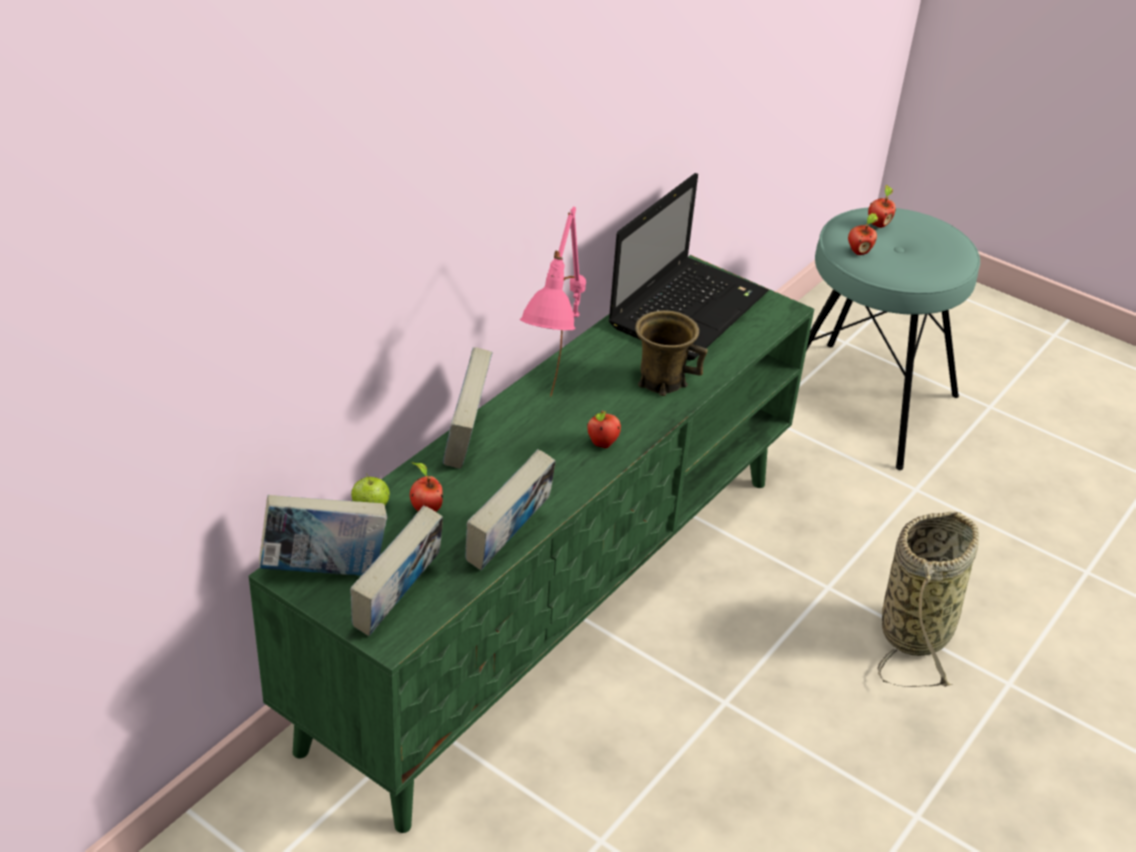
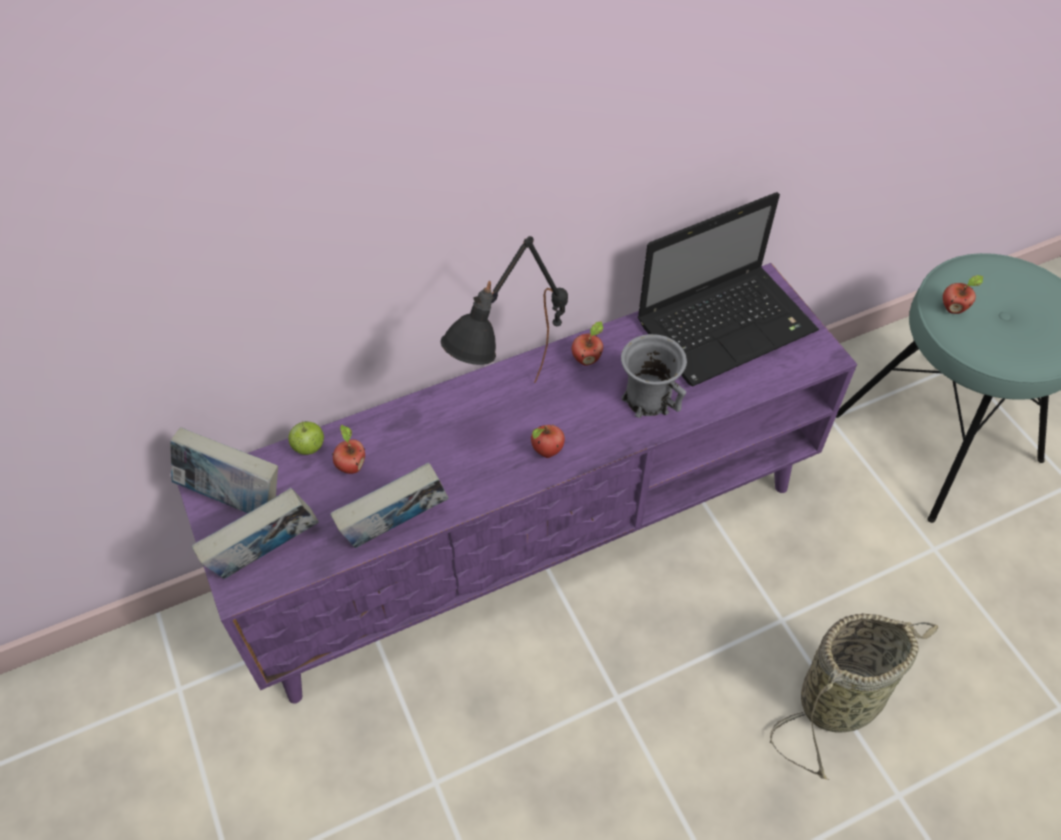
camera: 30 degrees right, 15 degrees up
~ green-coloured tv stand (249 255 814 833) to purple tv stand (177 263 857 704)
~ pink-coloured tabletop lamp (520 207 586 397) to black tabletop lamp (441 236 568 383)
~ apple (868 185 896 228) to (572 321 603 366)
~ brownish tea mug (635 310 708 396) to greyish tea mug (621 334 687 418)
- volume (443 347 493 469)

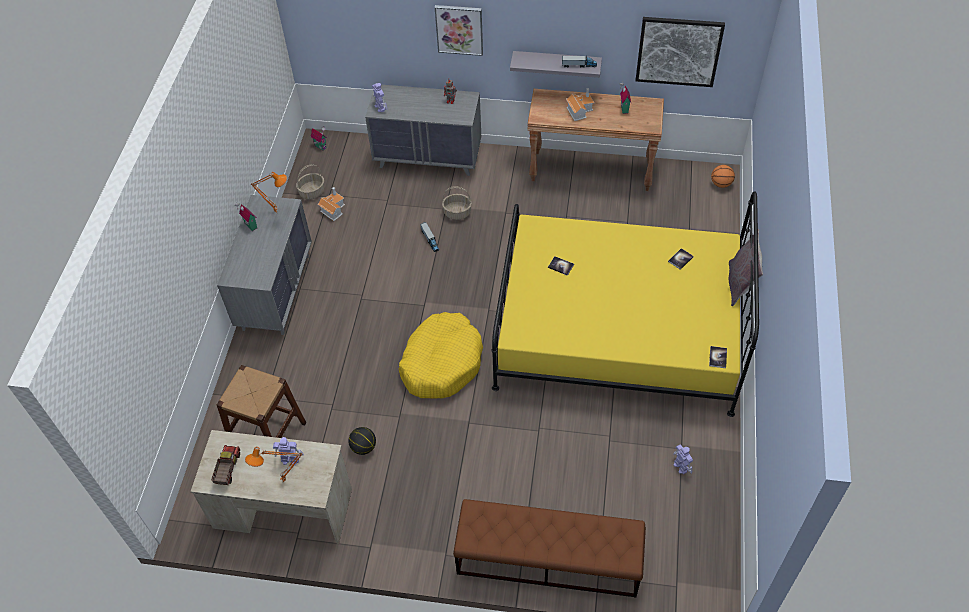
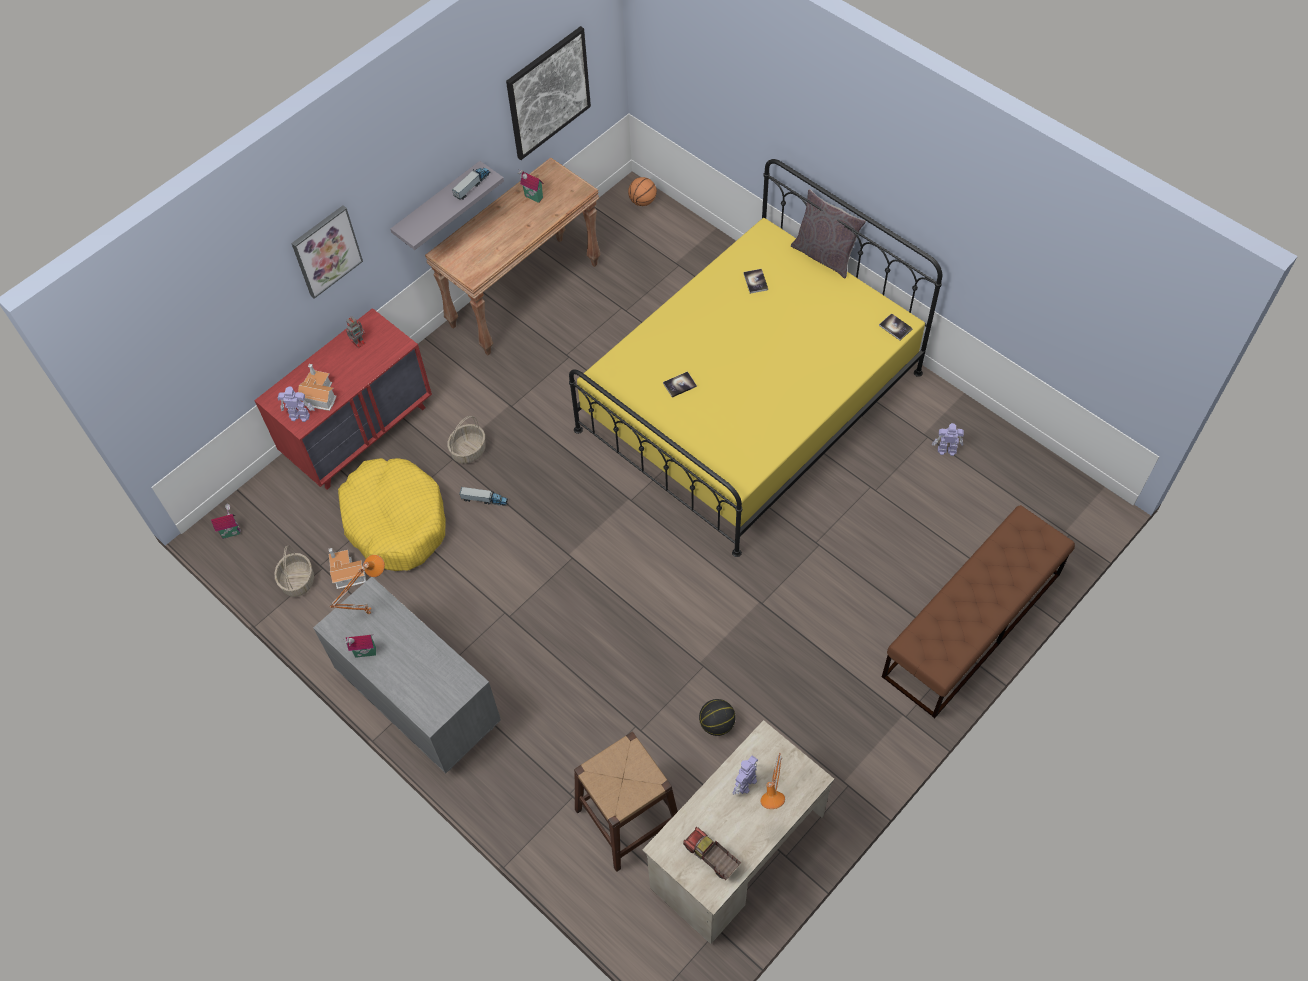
camera: 55 degrees left, 5 degrees up
~ greyish drawer chest (365 85 481 176) to red drawer chest (254 308 432 490)
~ miniature house (566 88 594 121) to (298 364 337 411)
~ yellow dog cushion (399 312 483 399) to (338 458 446 571)

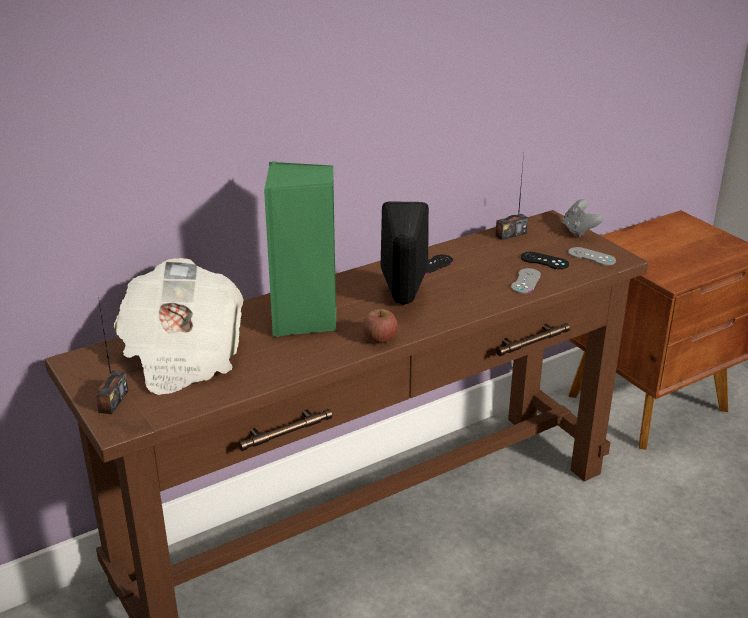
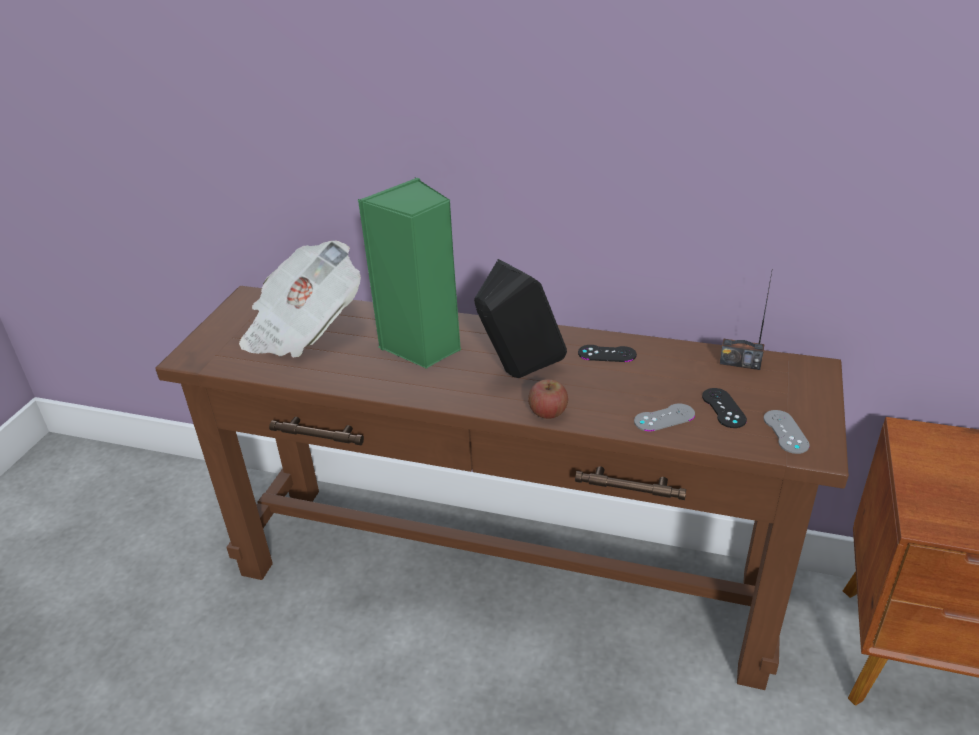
camera: 50 degrees right, 5 degrees up
~ apple (362 309 398 344) to (528 379 568 419)
- radio set (95 297 129 414)
- greyish game controller (562 199 603 238)

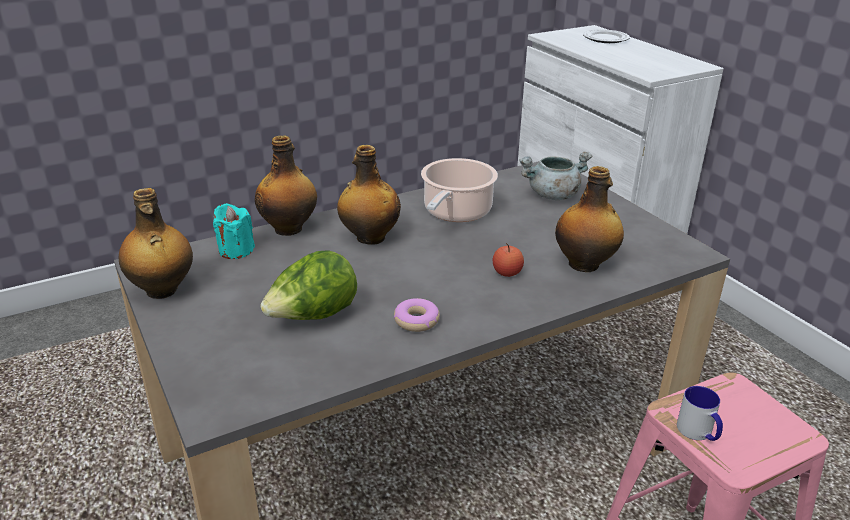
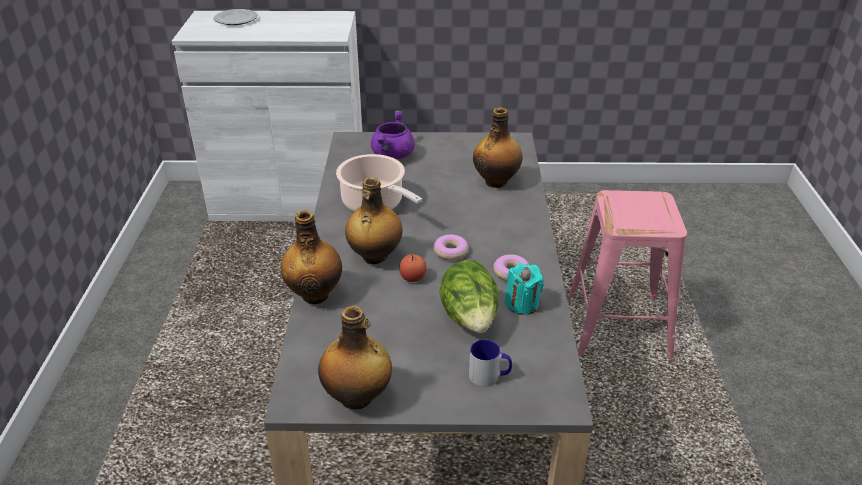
camera: 60 degrees left, 5 degrees up
~ greyish saucepot (519 152 593 200) to purple saucepot (371 110 414 159)
~ apple (493 243 524 277) to (399 254 427 282)
+ donut (433 235 469 260)
~ tea mug (677 386 723 441) to (469 339 512 387)
~ blue-green candle (213 203 255 259) to (505 263 544 315)

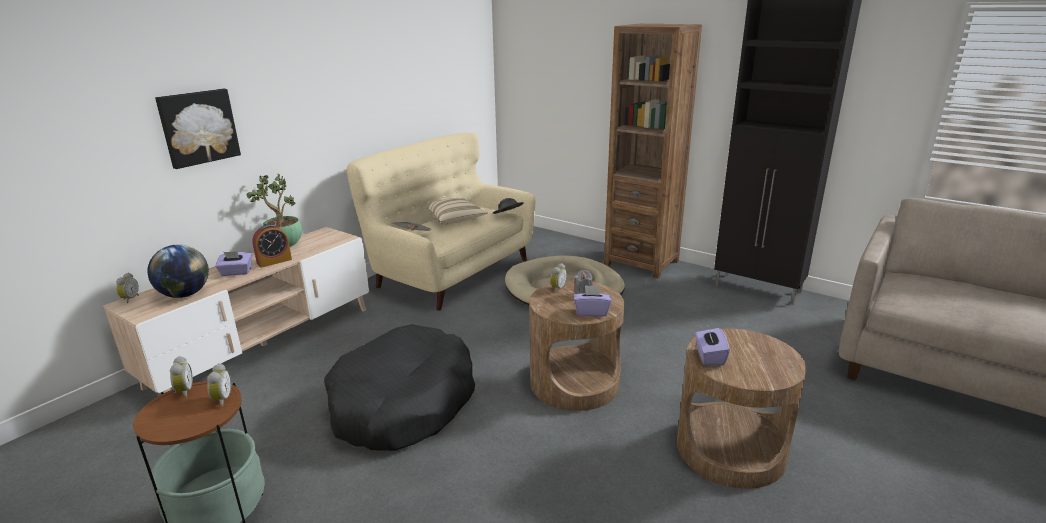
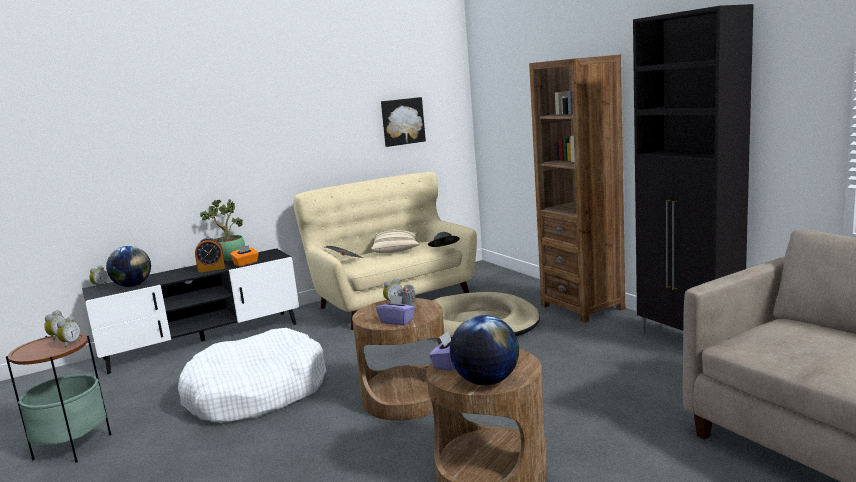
camera: 25 degrees right, 10 degrees down
~ beige tv stand (103 227 369 393) to black tv stand (82 248 299 374)
~ black dog cushion (324 324 475 451) to white dog cushion (178 328 326 423)
+ orange tissue holder (230 245 259 267)
~ wall picture (155 89 241 169) to (381 97 426 147)
+ desk globe (450 315 519 385)
- purple tissue holder (215 251 252 276)

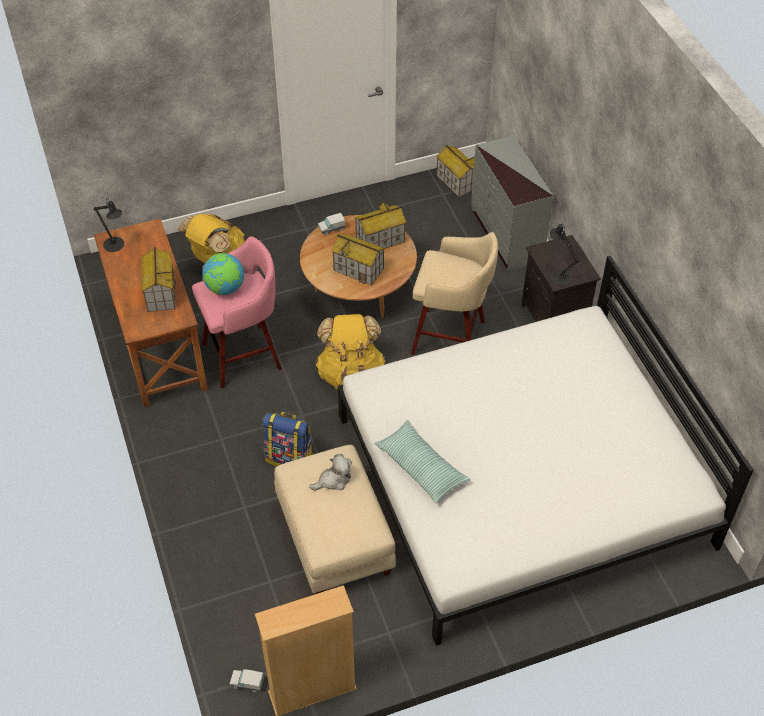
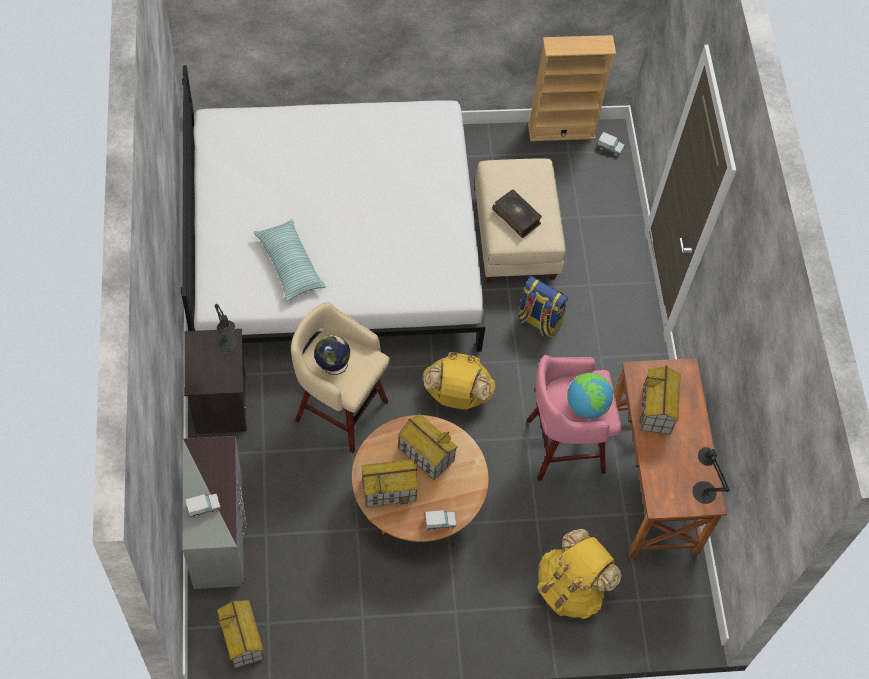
camera: 170 degrees left, 10 degrees up
+ model truck (185 493 221 518)
~ throw pillow (374 420 470 504) to (254 219 326 301)
+ desk globe (314 335 350 375)
~ soft toy (309 454 352 491) to volume (492 189 542 238)

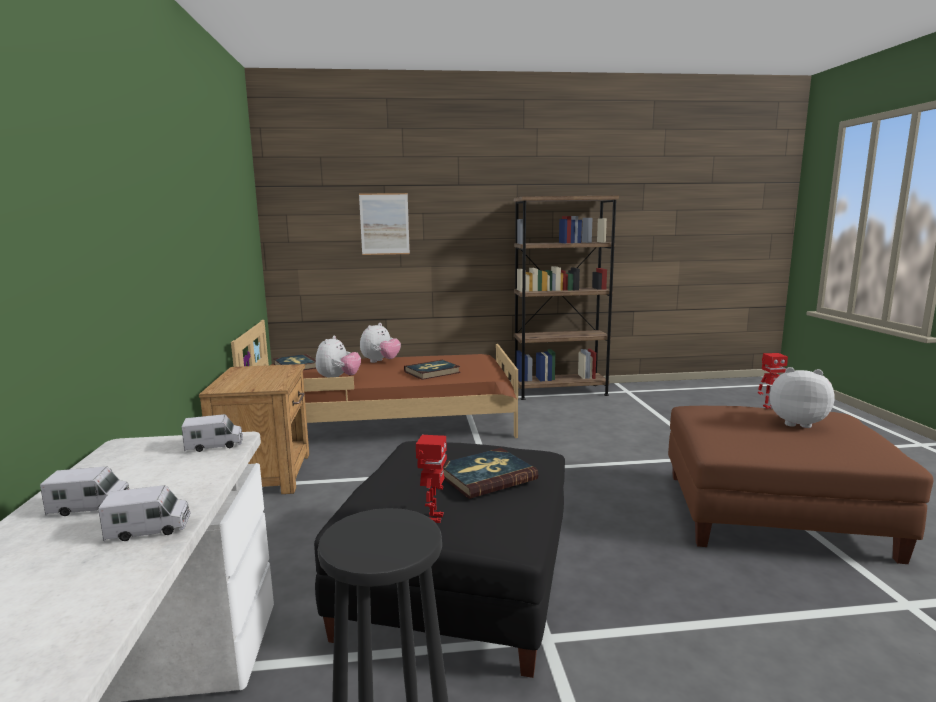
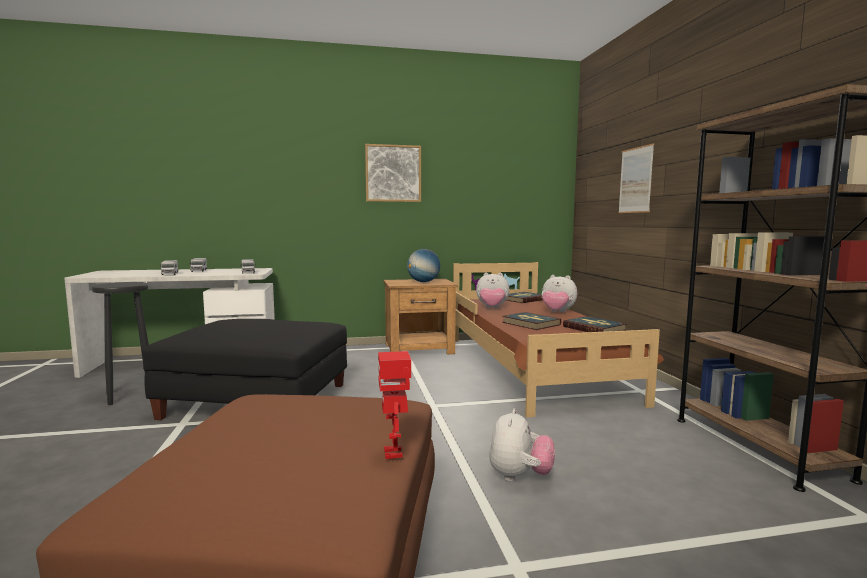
camera: 85 degrees right, 5 degrees down
+ wall picture (365 144 421 202)
+ desk globe (407 249 440 282)
~ soft toy (770 367 835 428) to (489 408 555 482)
~ volume (443 448 538 499) to (563 316 627 332)
- model robot (416 435 447 523)

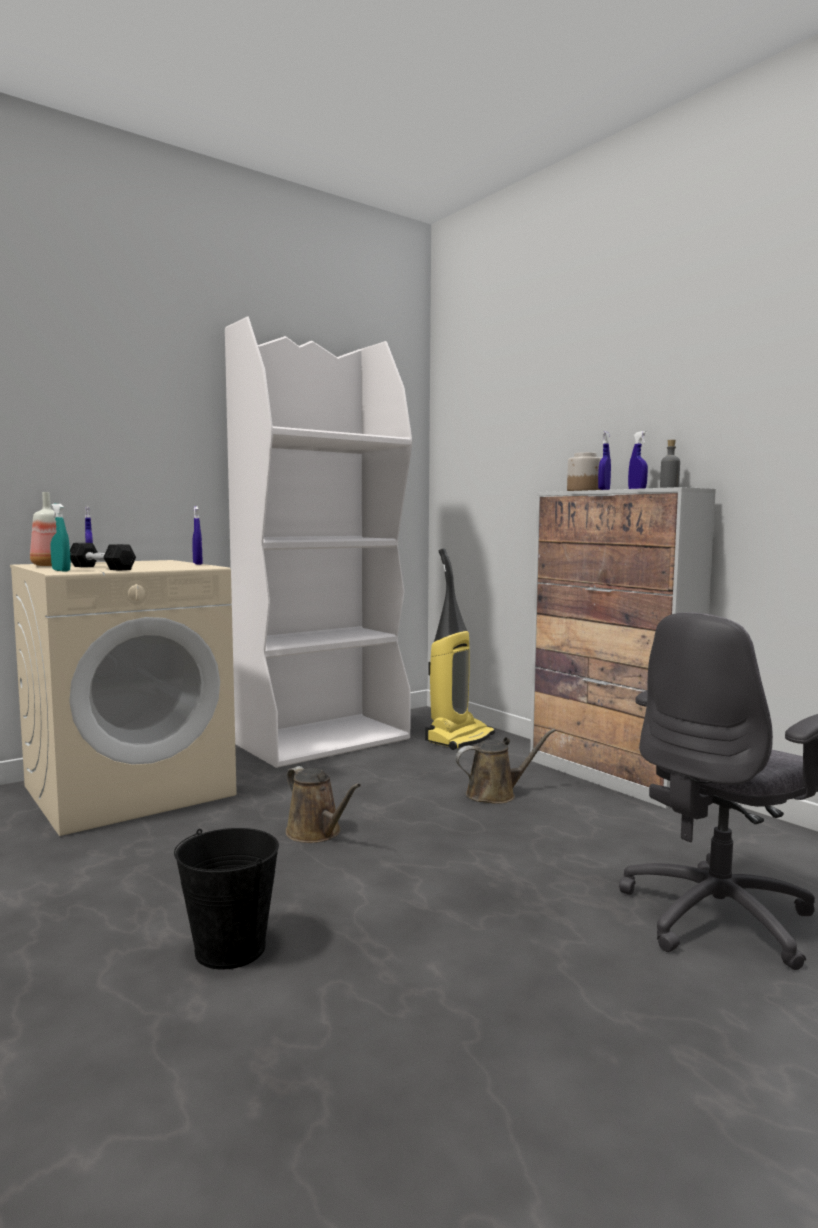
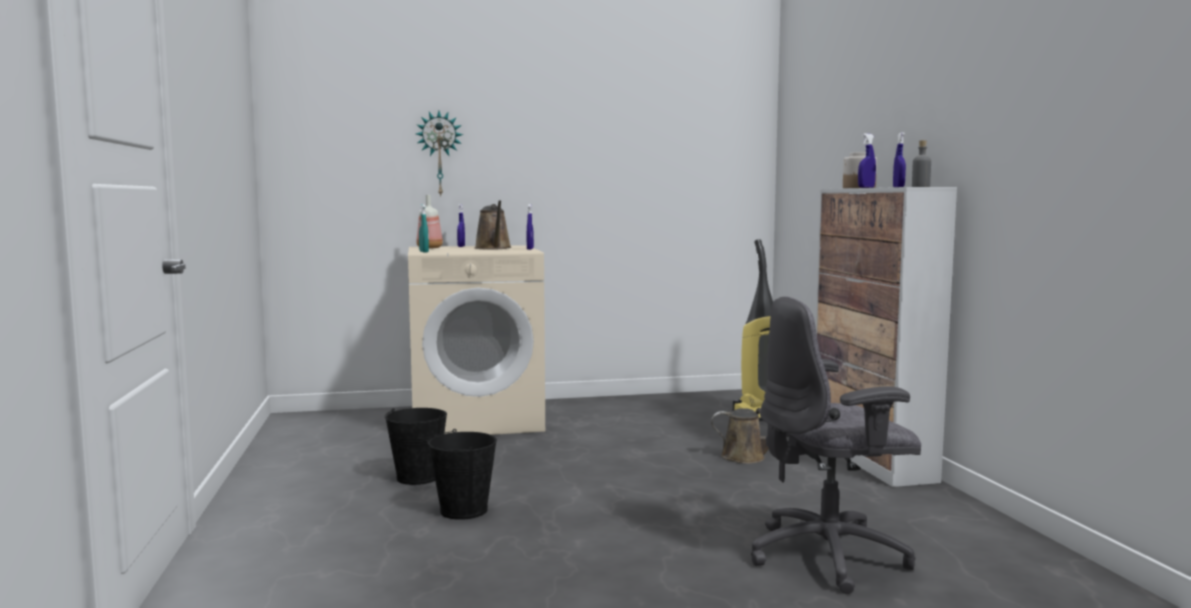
camera: 25 degrees right, 0 degrees up
+ black bucket (385 408 447 485)
+ clock on the wall (416 111 463 197)
~ brownish watering can (286 766 361 843) to (475 200 511 249)
- black hand weight (70 543 136 571)
- white bookshelf (225 316 412 768)

